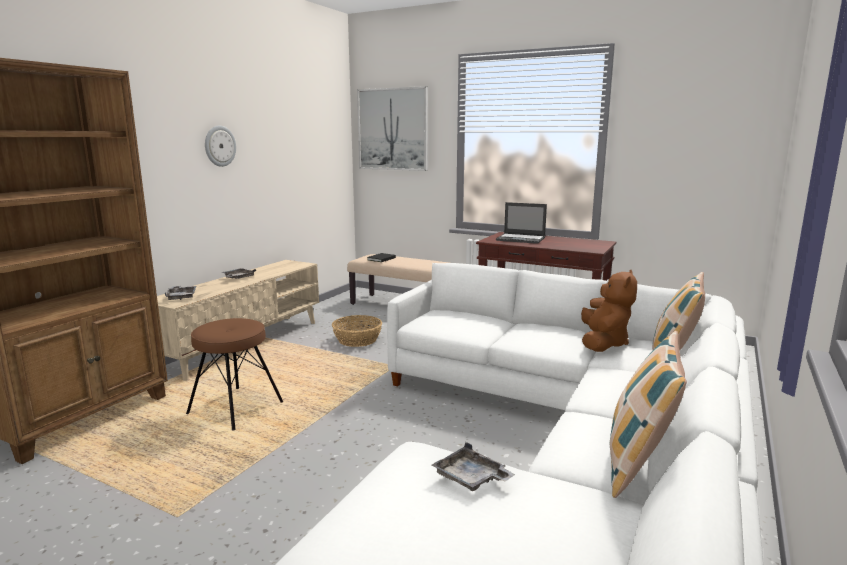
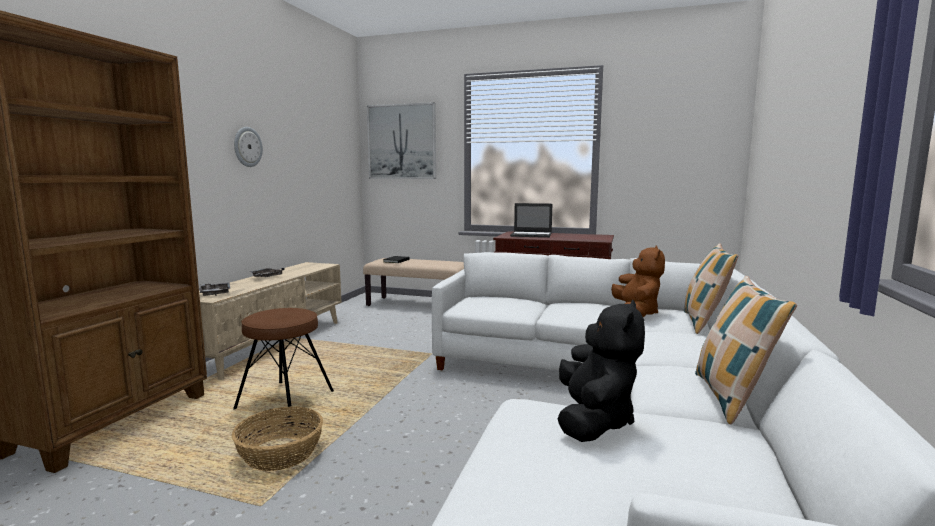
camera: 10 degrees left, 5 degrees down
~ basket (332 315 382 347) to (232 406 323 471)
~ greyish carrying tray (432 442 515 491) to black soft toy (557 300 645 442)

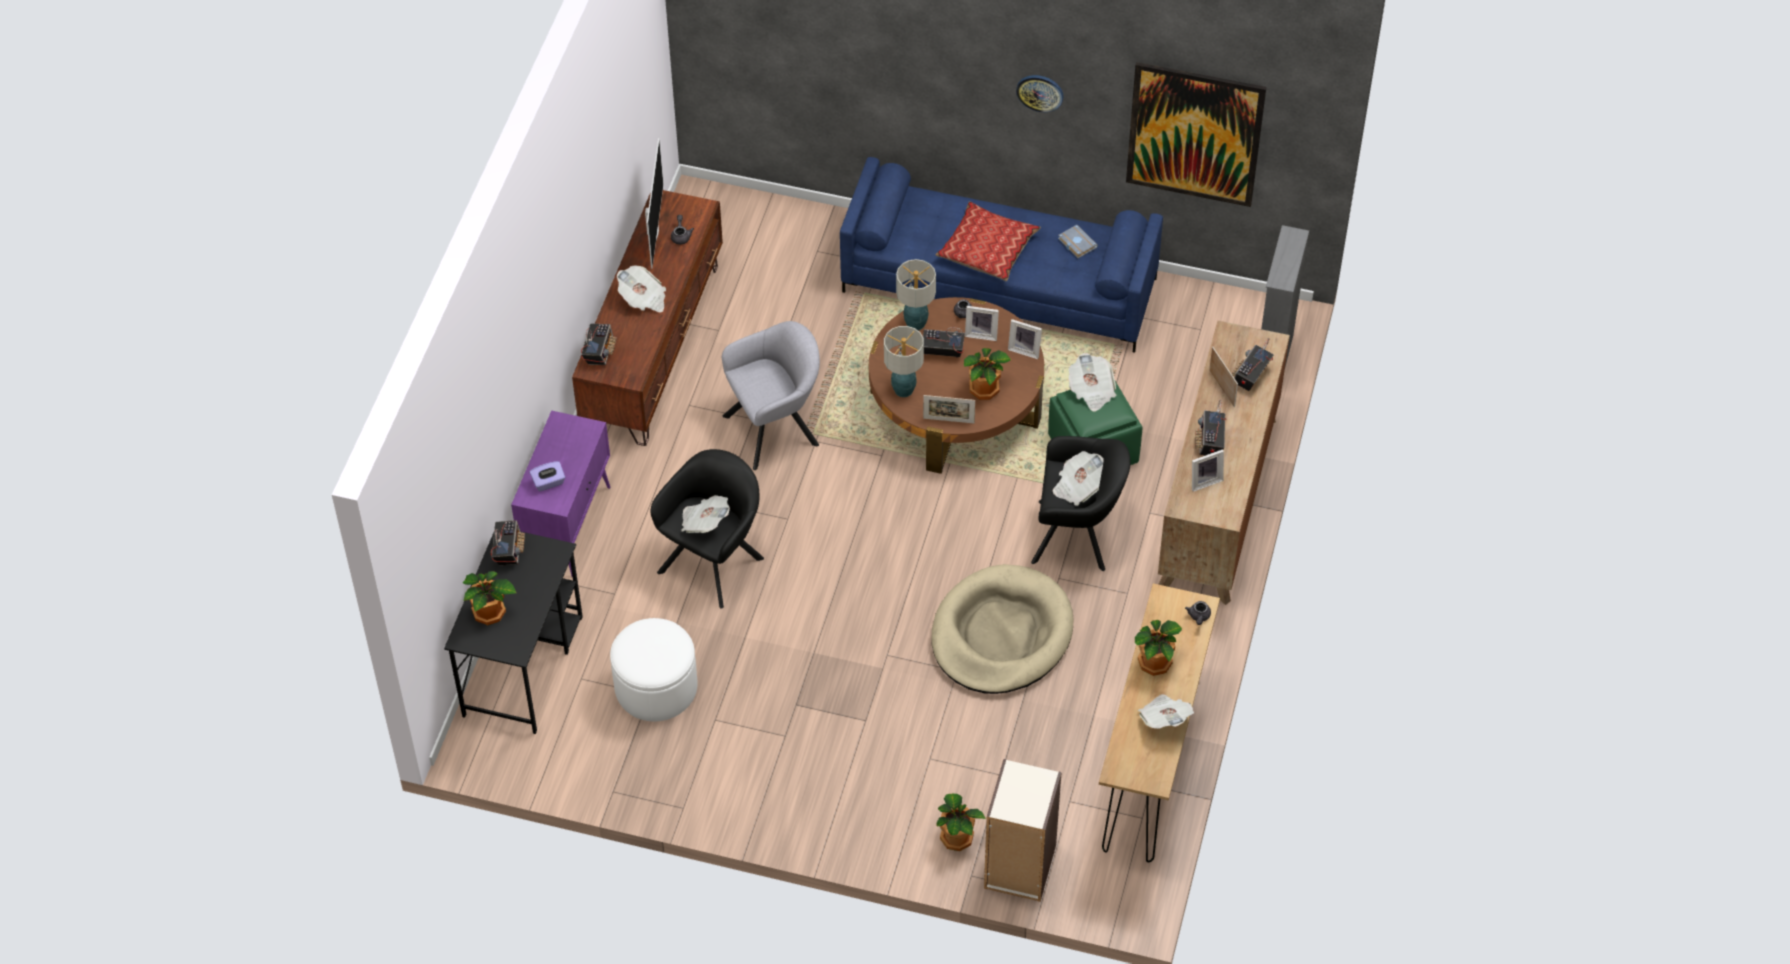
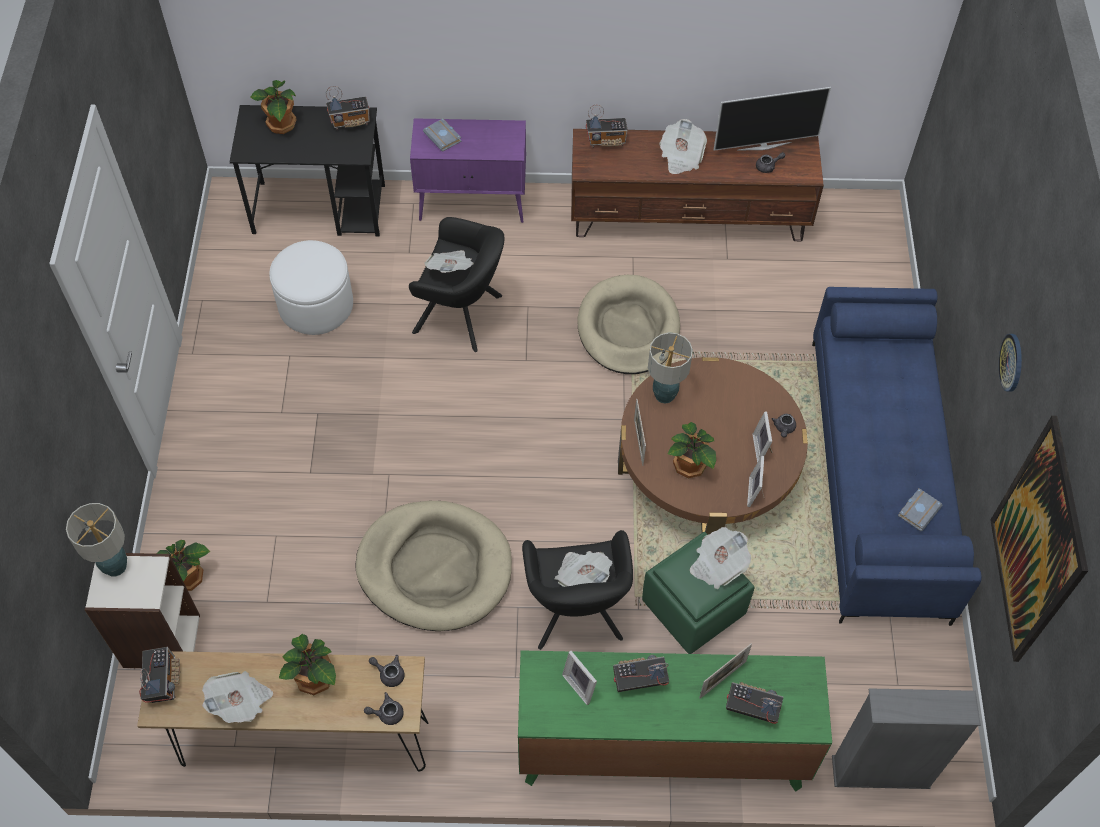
camera: 75 degrees right, 5 degrees up
~ tabletop lamp (896 259 936 330) to (66 503 127 576)
~ radio set (923 327 965 358) to (139 647 180 703)
+ greyish pot for tea (369 655 405 687)
~ purple tissue holder (529 461 565 491) to greyish volume (423 119 461 152)
~ brownish drawer chest (1158 321 1290 605) to green-coloured drawer chest (518 650 832 792)
~ greyish easy chair (722 321 820 470) to beige dog cushion (577 275 680 374)
- throw pillow (935 201 1041 281)

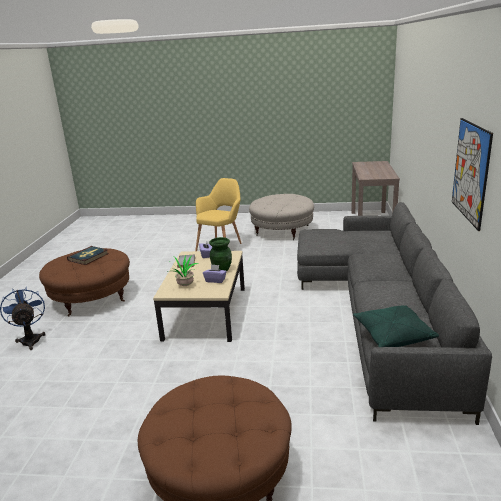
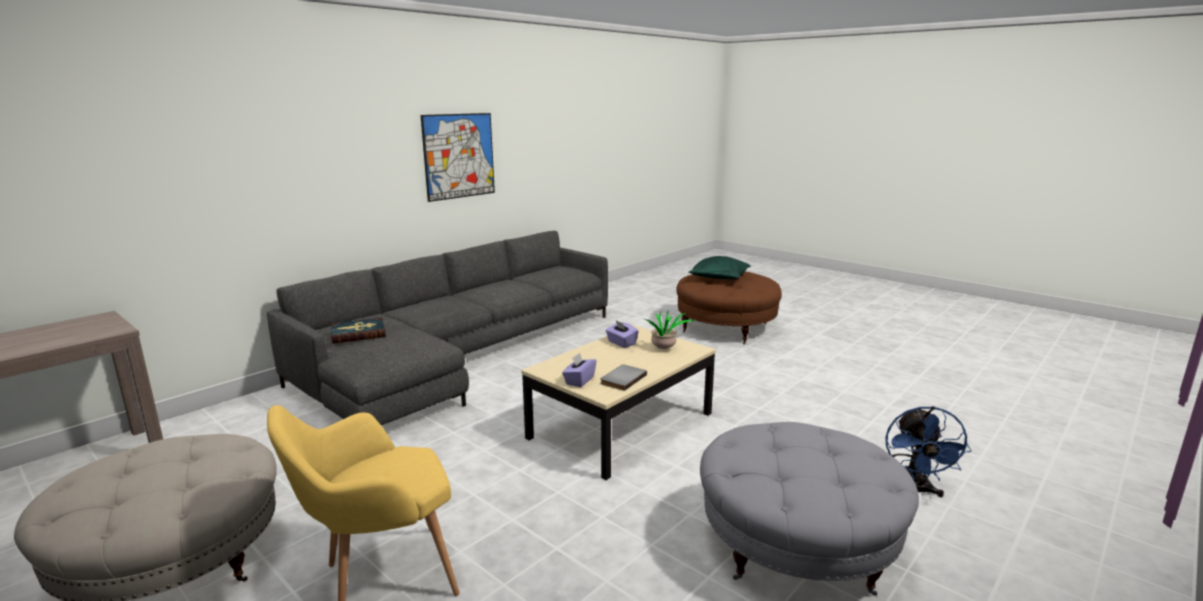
camera: 145 degrees left, 5 degrees down
~ volume (67 246 109 265) to (331 318 386 344)
~ green-coloured throw pillow (353 305 439 347) to (688 256 751 279)
~ brownish pouffe (39 248 130 316) to greyish pouffe (700 422 919 596)
- green-coloured flower vase (209 237 232 271)

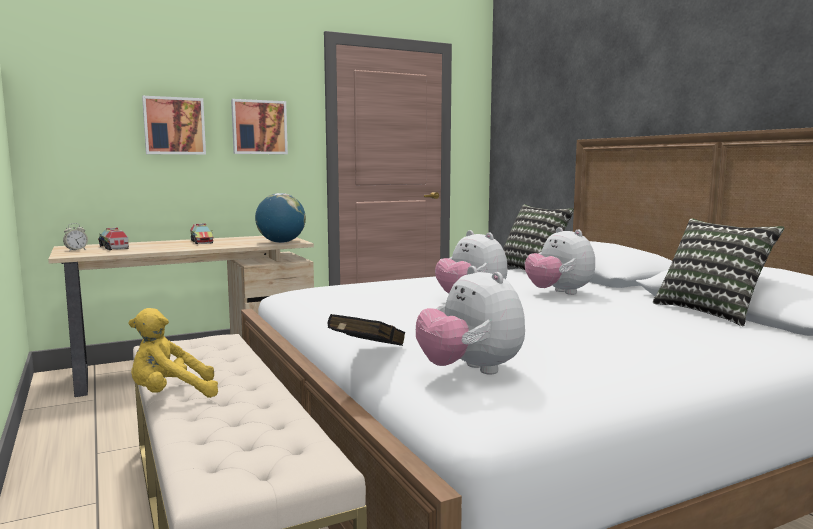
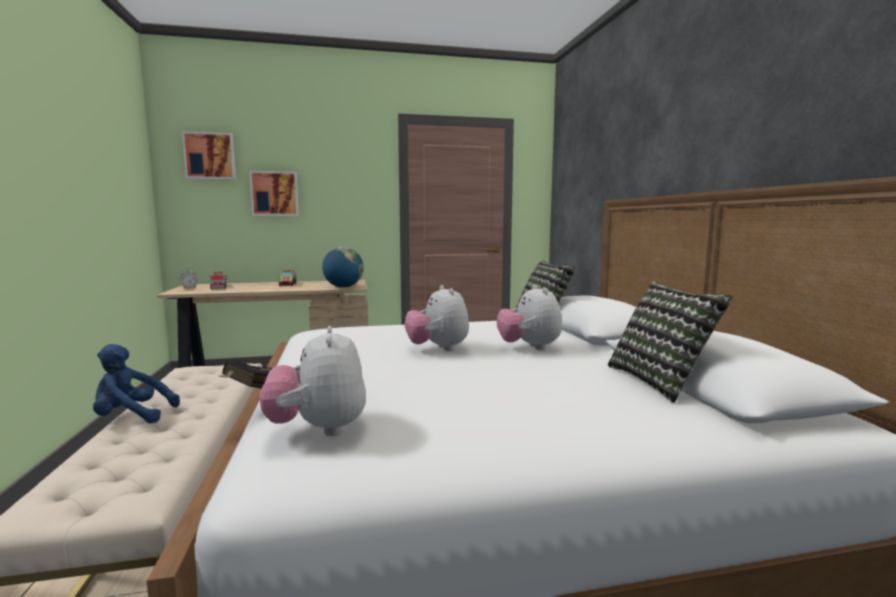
camera: 15 degrees right, 0 degrees up
~ yellow soft toy (128 308 218 398) to blue-coloured soft toy (93 344 180 423)
~ wall picture (231 99 288 154) to (182 131 236 180)

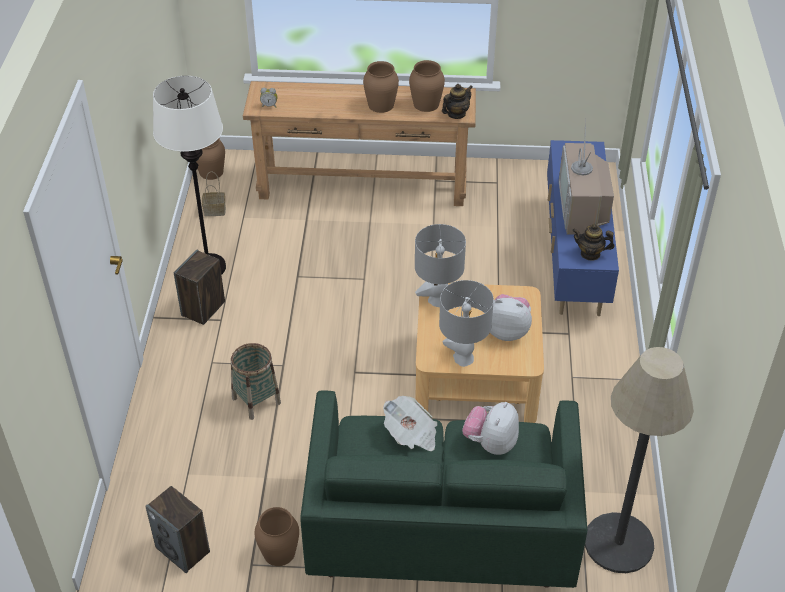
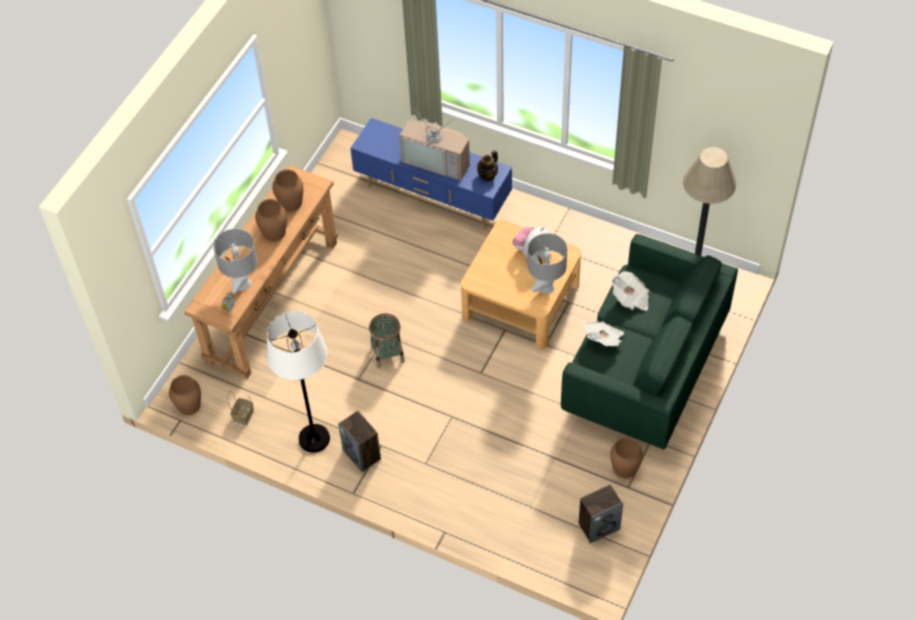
camera: 65 degrees left, 10 degrees up
~ greyish tabletop lamp (415 224 466 307) to (213 229 258 294)
~ basket (231 343 281 420) to (369 313 405 368)
~ soft toy (462 402 519 455) to printed paper (612 271 649 311)
- pot for tea (442 84 473 119)

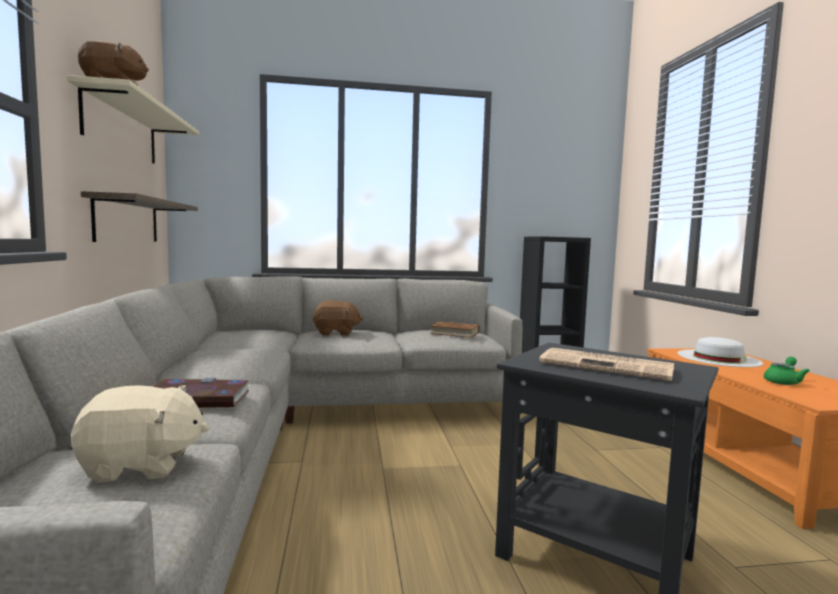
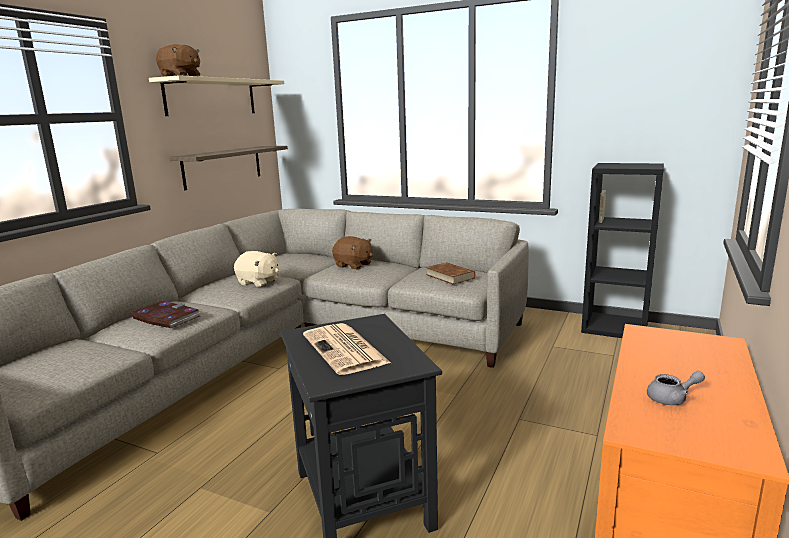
camera: 35 degrees right, 10 degrees up
~ beige soft toy (71 385 209 483) to (234 251 279 287)
~ green-coloured pot for tea (764 356 810 385) to greyish pot for tea (647 371 705 405)
- white hat (677 337 763 367)

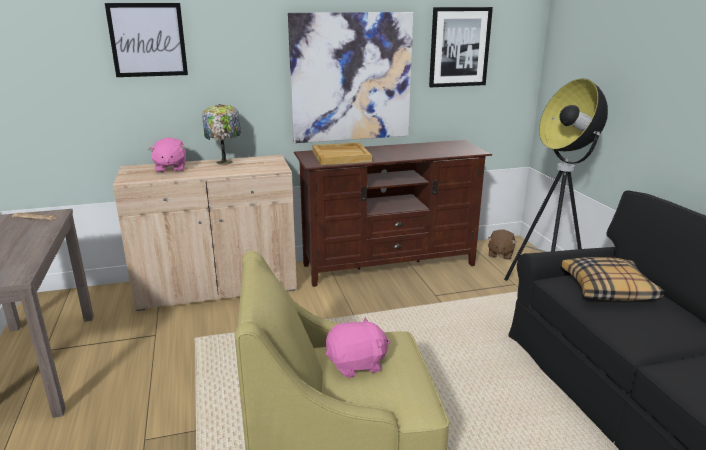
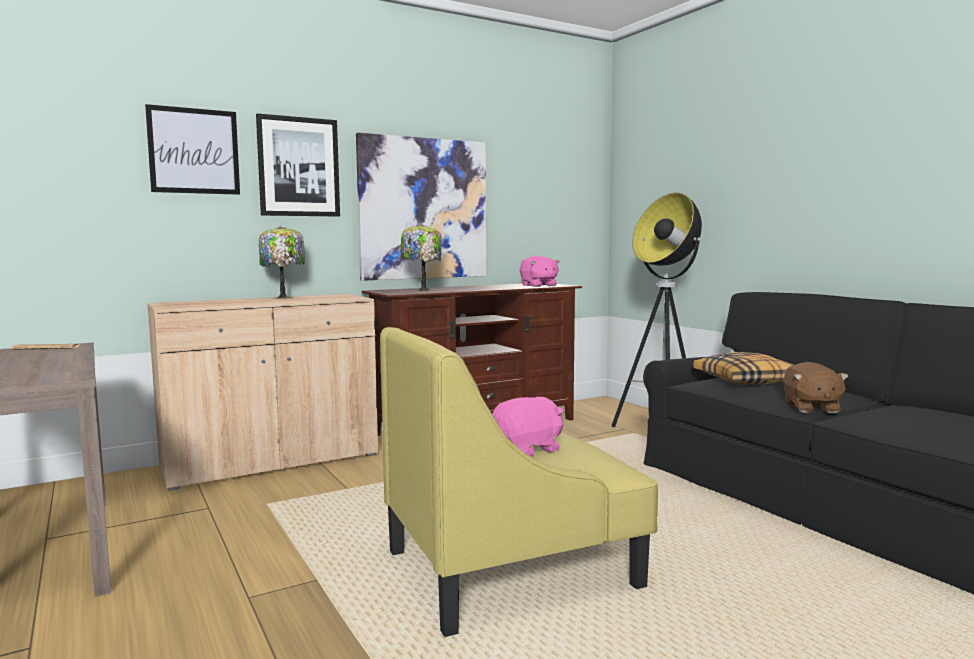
camera: 15 degrees left, 15 degrees down
~ wall picture (429 7 493 87) to (256 113 340 217)
~ beige carrying tray (312 142 372 165) to tabletop lamp (400 224 442 291)
~ pink-coloured soft toy (149 138 186 173) to (520 256 560 287)
~ brownish soft toy (487 230 516 260) to (783 362 849 413)

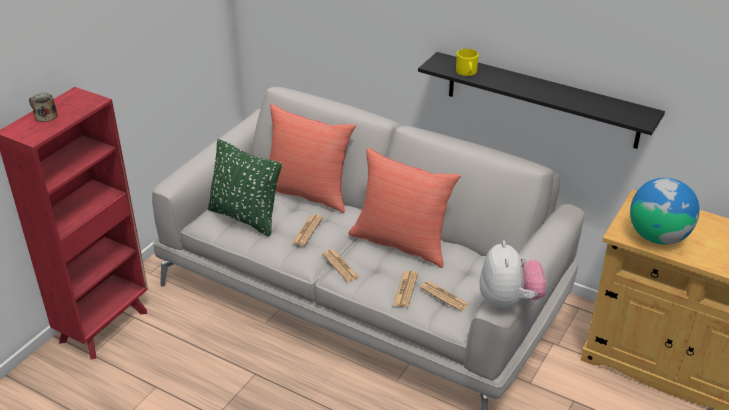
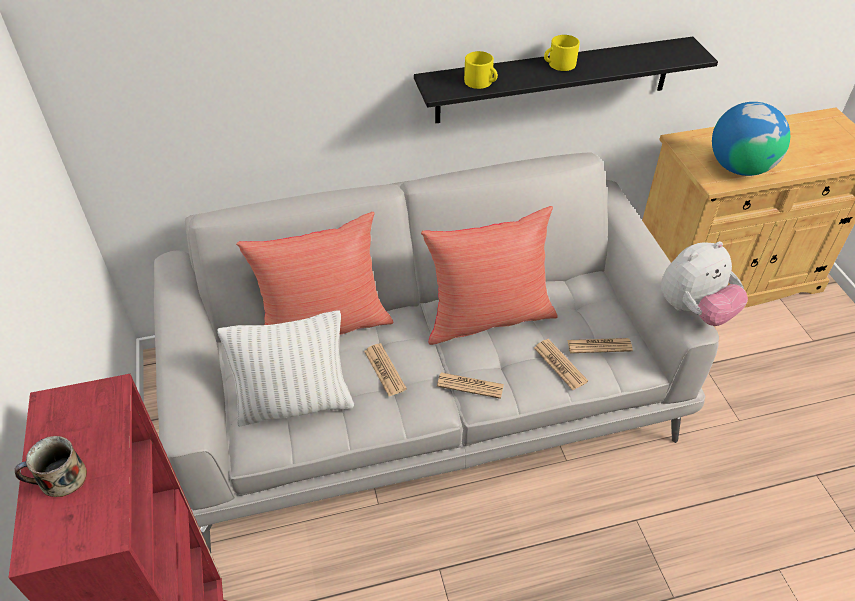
camera: 45 degrees left, 10 degrees up
~ green-coloured throw pillow (208 139 282 236) to white throw pillow (217 311 354 427)
+ yellow tea mug (544 35 580 71)
~ soft toy (480 241 546 310) = (661 241 748 326) 105 degrees clockwise

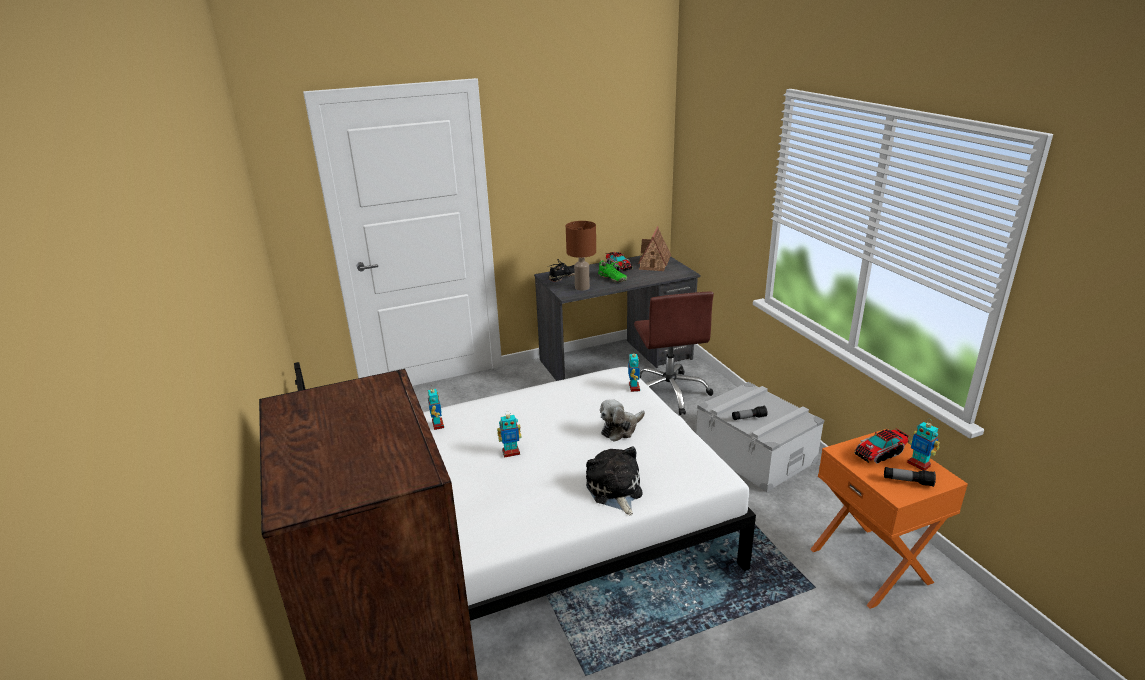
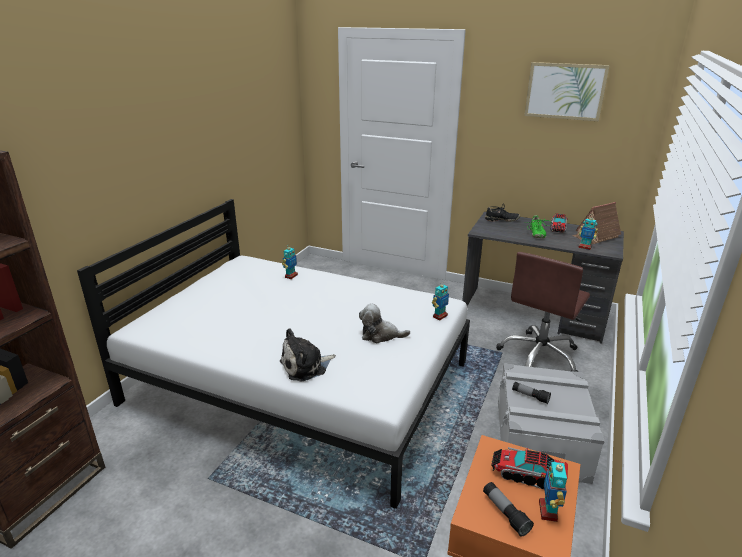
camera: 45 degrees right, 0 degrees up
~ soft toy (586 446 643 515) = (280 328 336 382) 150 degrees counterclockwise
+ wall picture (524 62 610 121)
~ model robot (497 411 522 458) to (578 216 598 250)
- brownish tabletop lamp (566 221 596 291)

